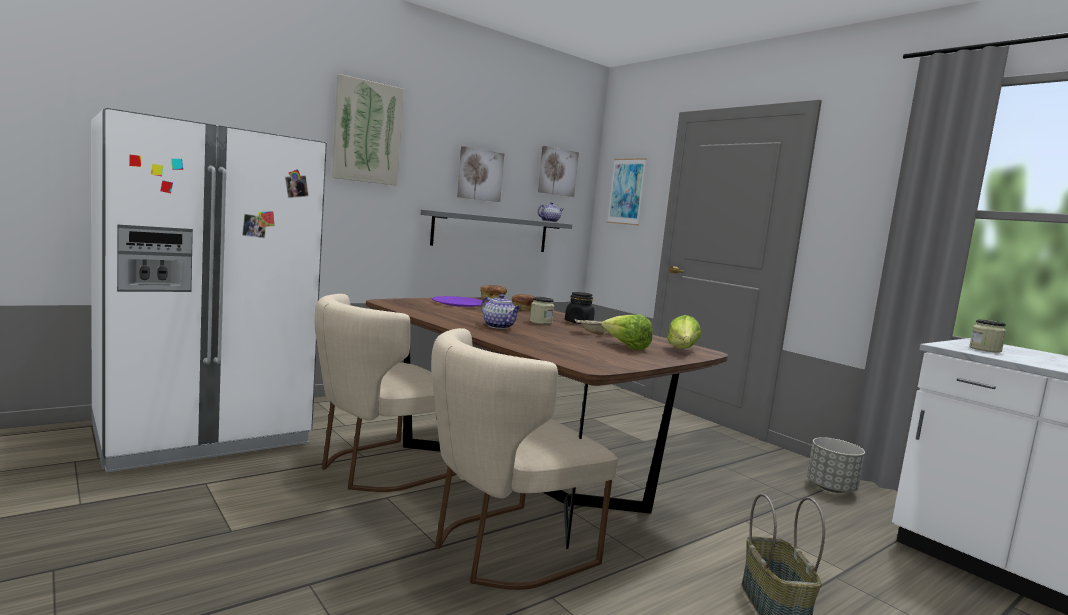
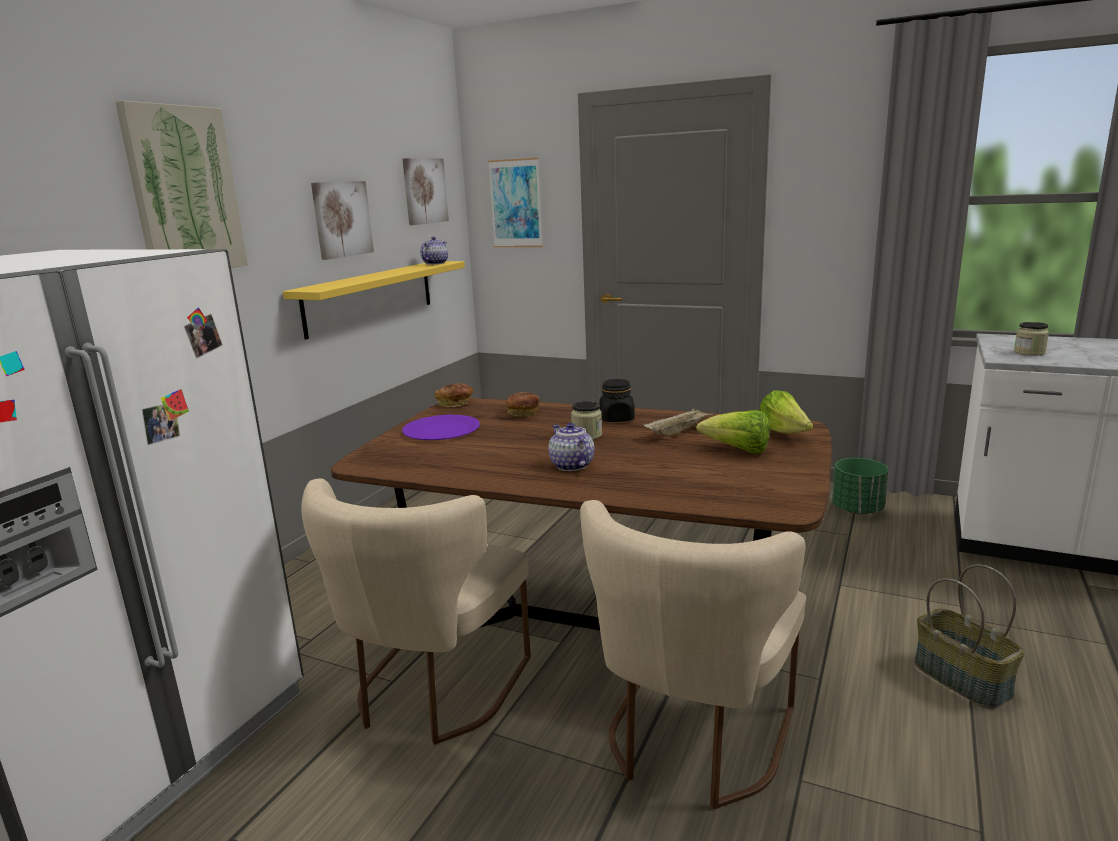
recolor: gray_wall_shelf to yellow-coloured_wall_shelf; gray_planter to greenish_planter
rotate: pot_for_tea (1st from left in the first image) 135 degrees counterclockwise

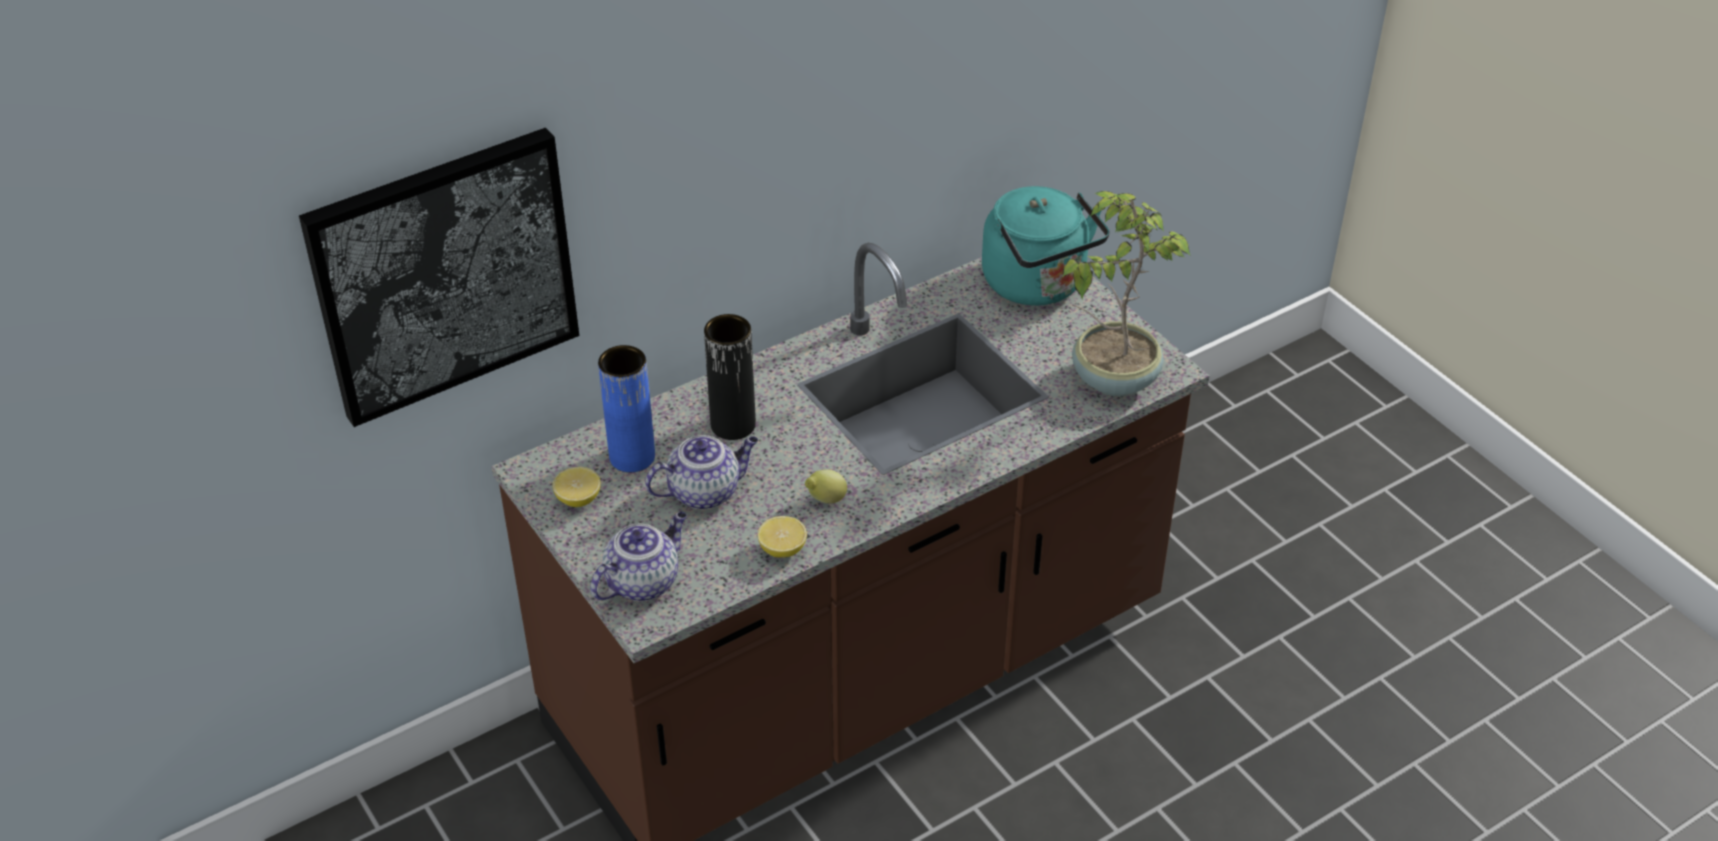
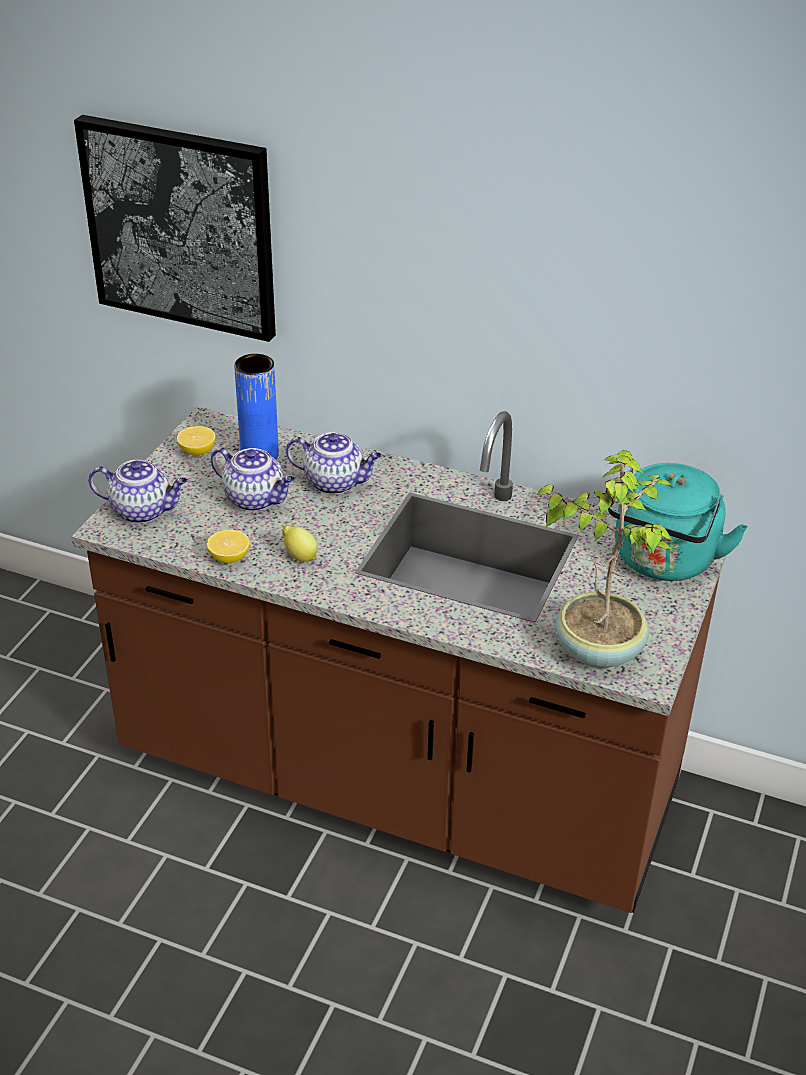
replace: blackish_decorative_vase to pot_for_tea (3rd from left)

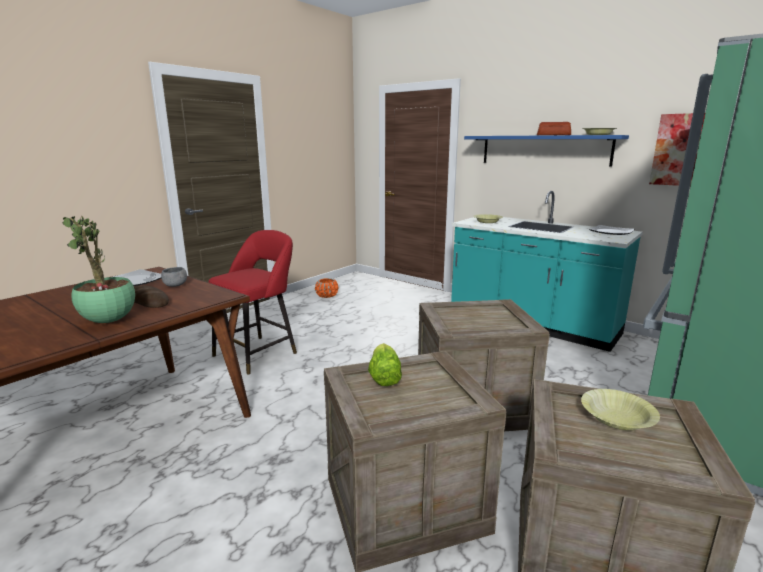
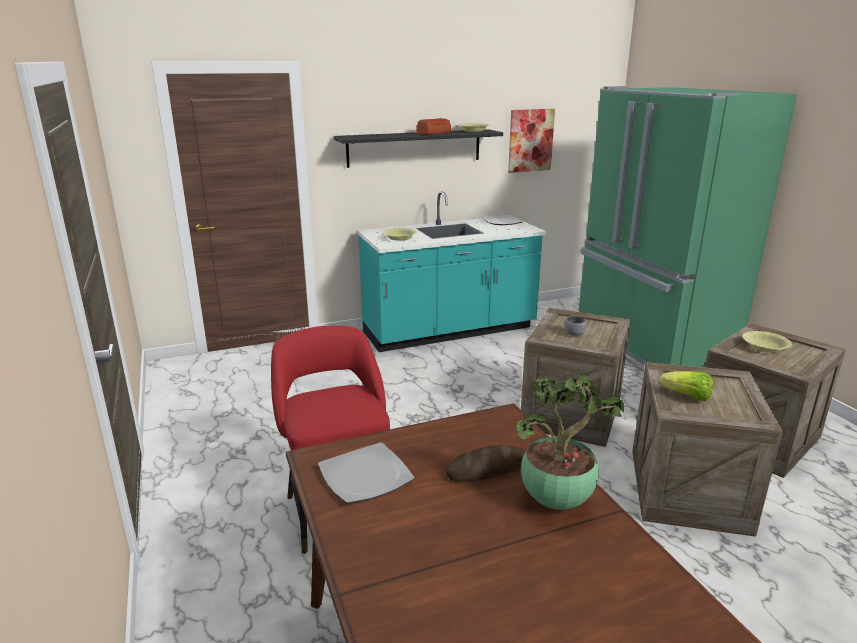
delete: orangey_planter
move: gray_serving_bowl
recolor: bluish_wall_shelf to blackish_wall_shelf

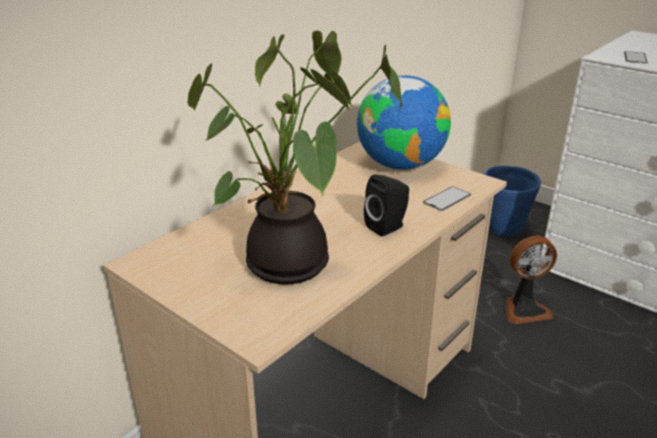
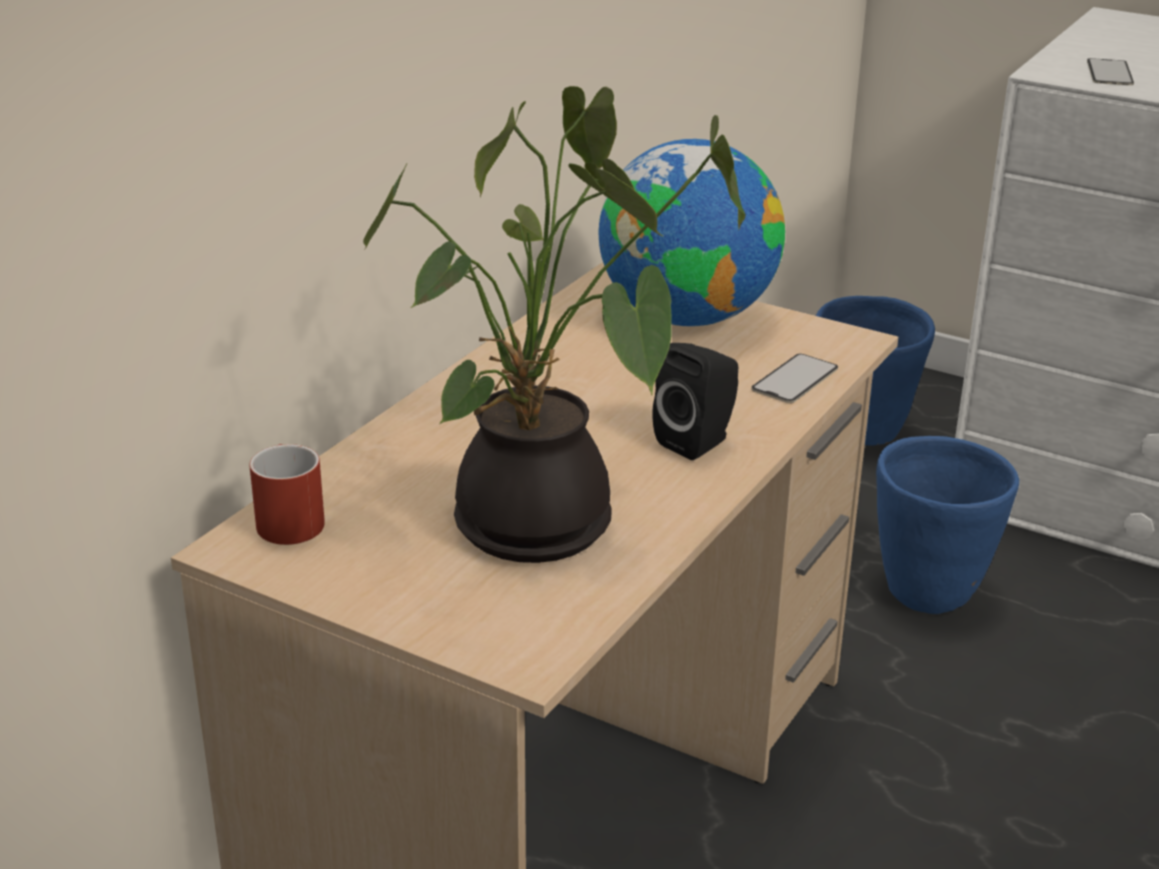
insert: reddish_mug
replace: fan to bluish_planter (2nd from left)

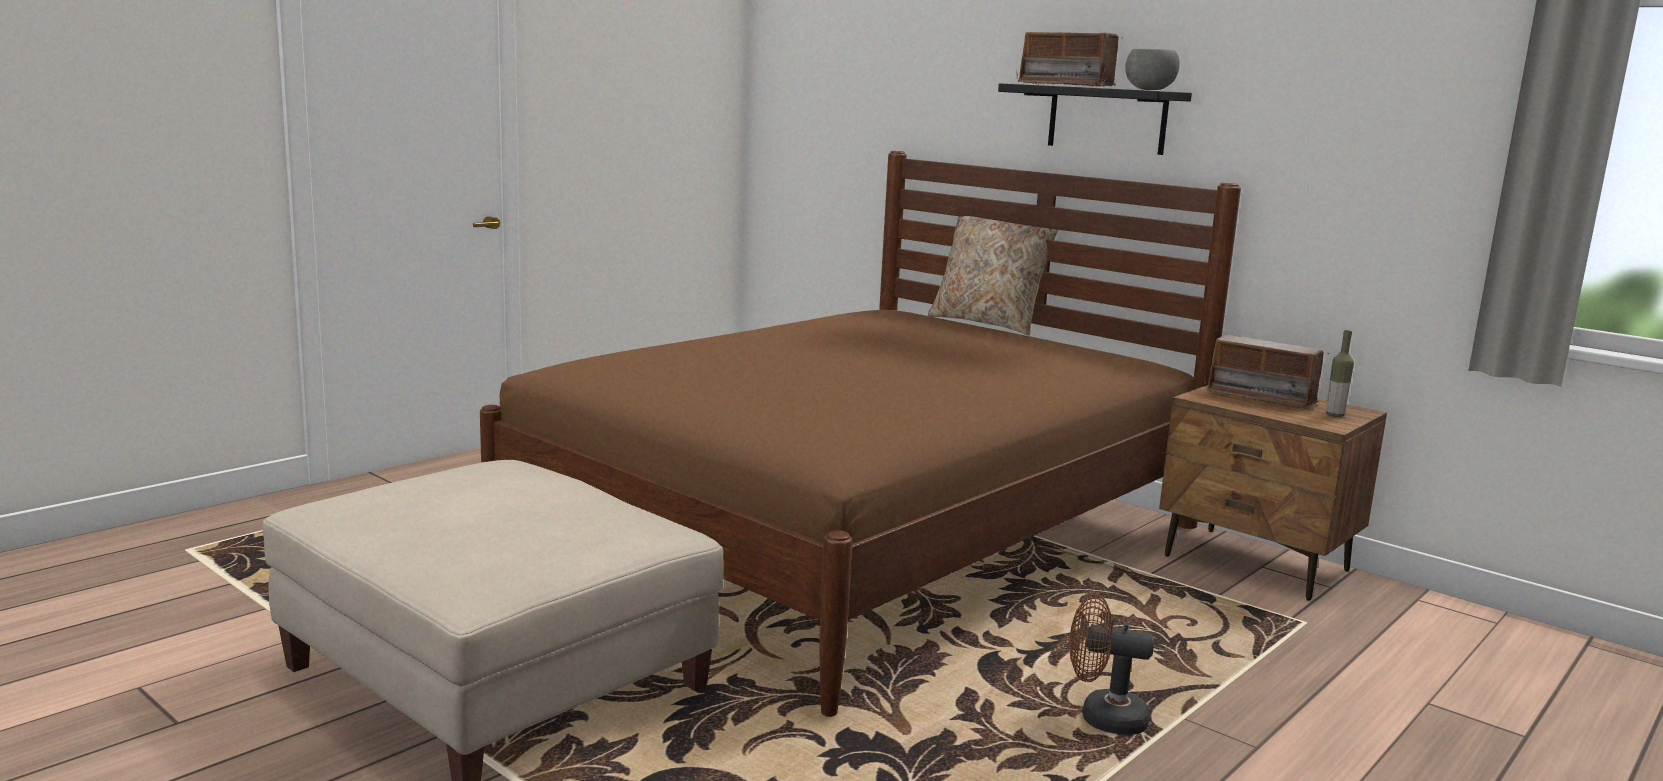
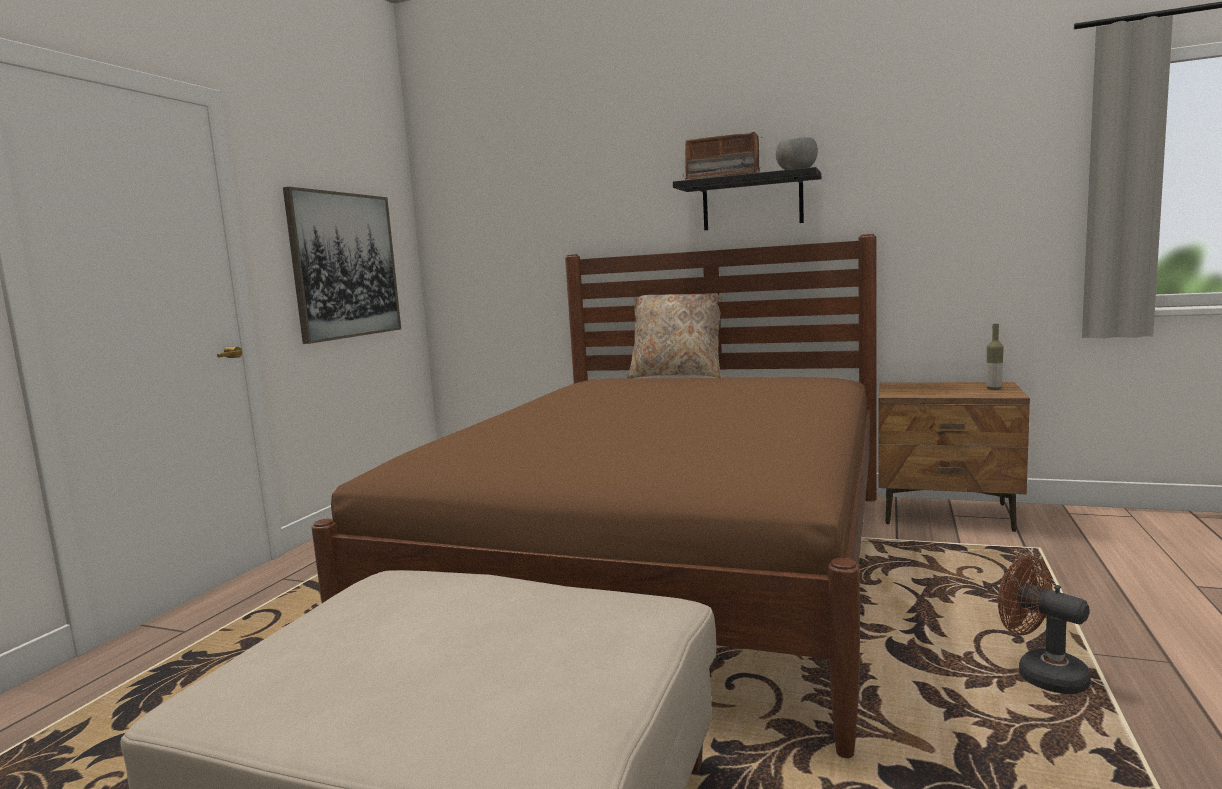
delete: radio (2nd from left)
insert: wall_art
rotate: brownish_fan 60 degrees clockwise

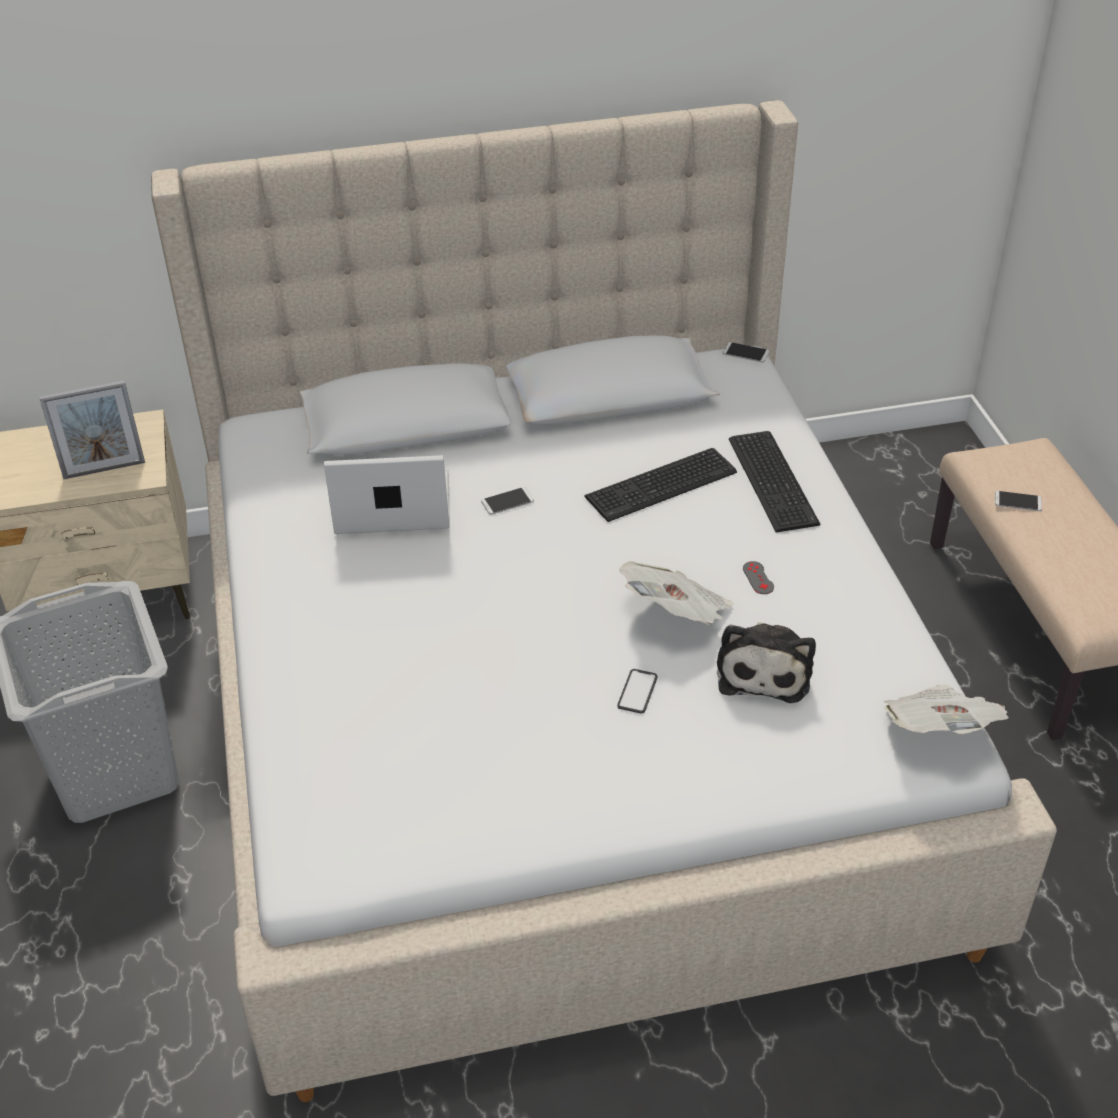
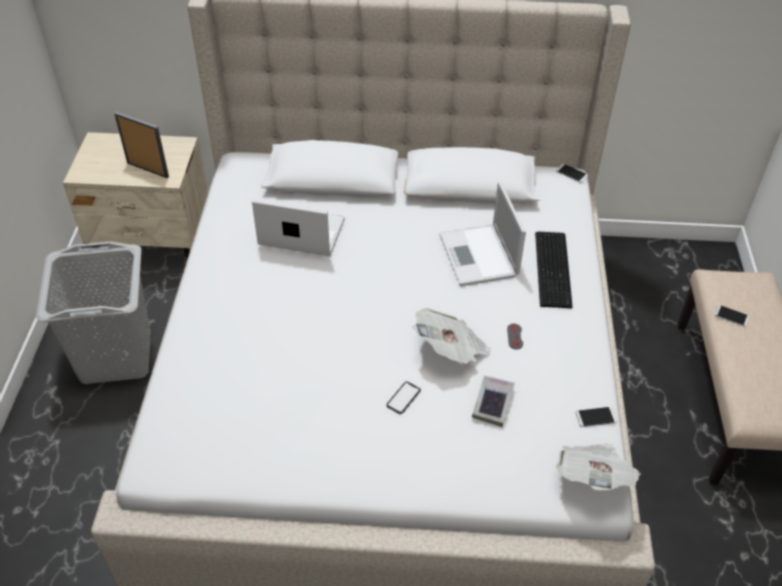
move: telephone (1st from left in the first image) to telephone (3rd from left)
replace: PC_keyboard (1st from left) to notebook_computer (2nd from left); soft_toy to bound_book
rotate: standing_frame 150 degrees counterclockwise

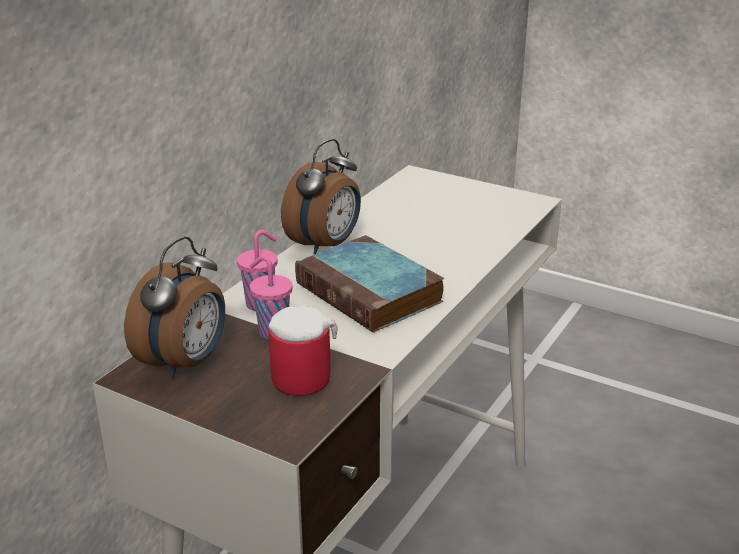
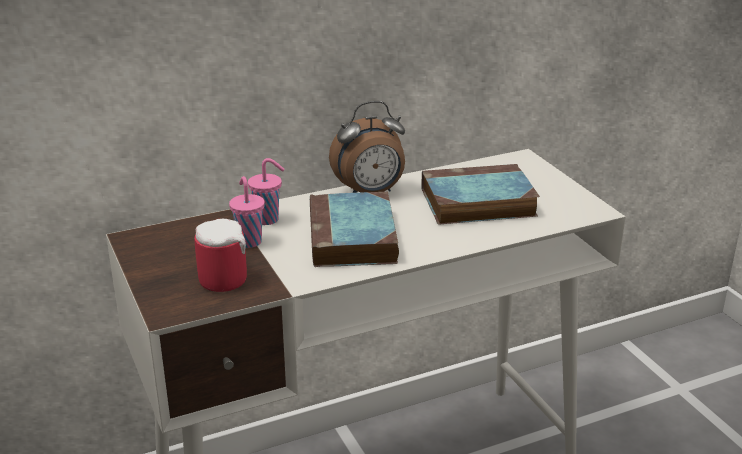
delete: bedside_clock (1st from left)
insert: bound_book (2nd from left)

